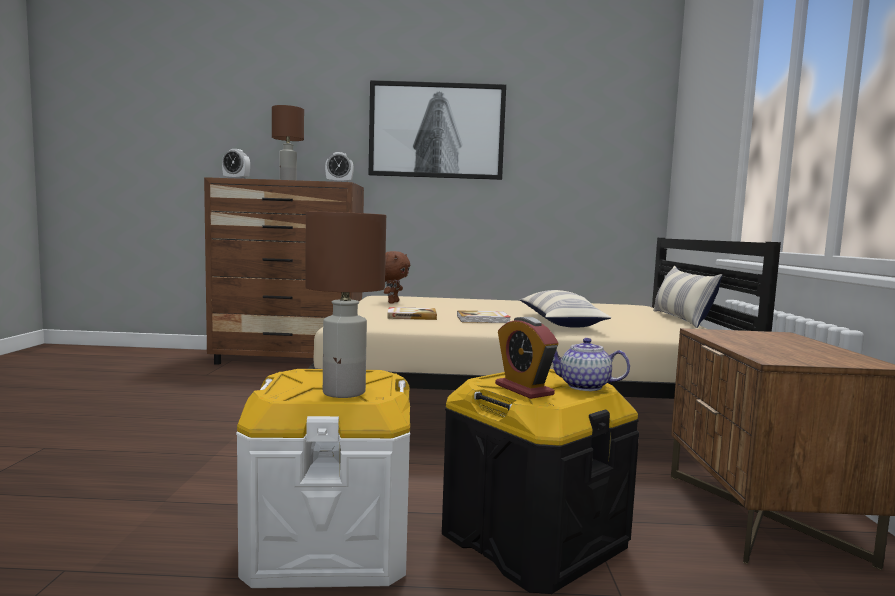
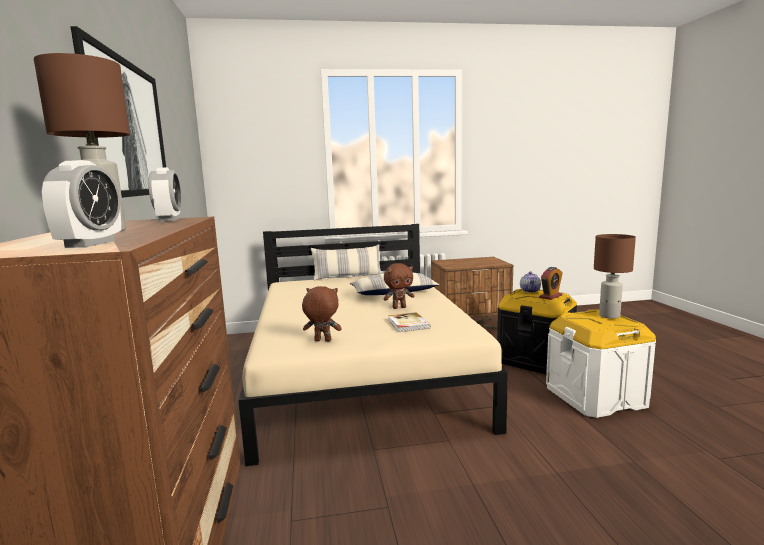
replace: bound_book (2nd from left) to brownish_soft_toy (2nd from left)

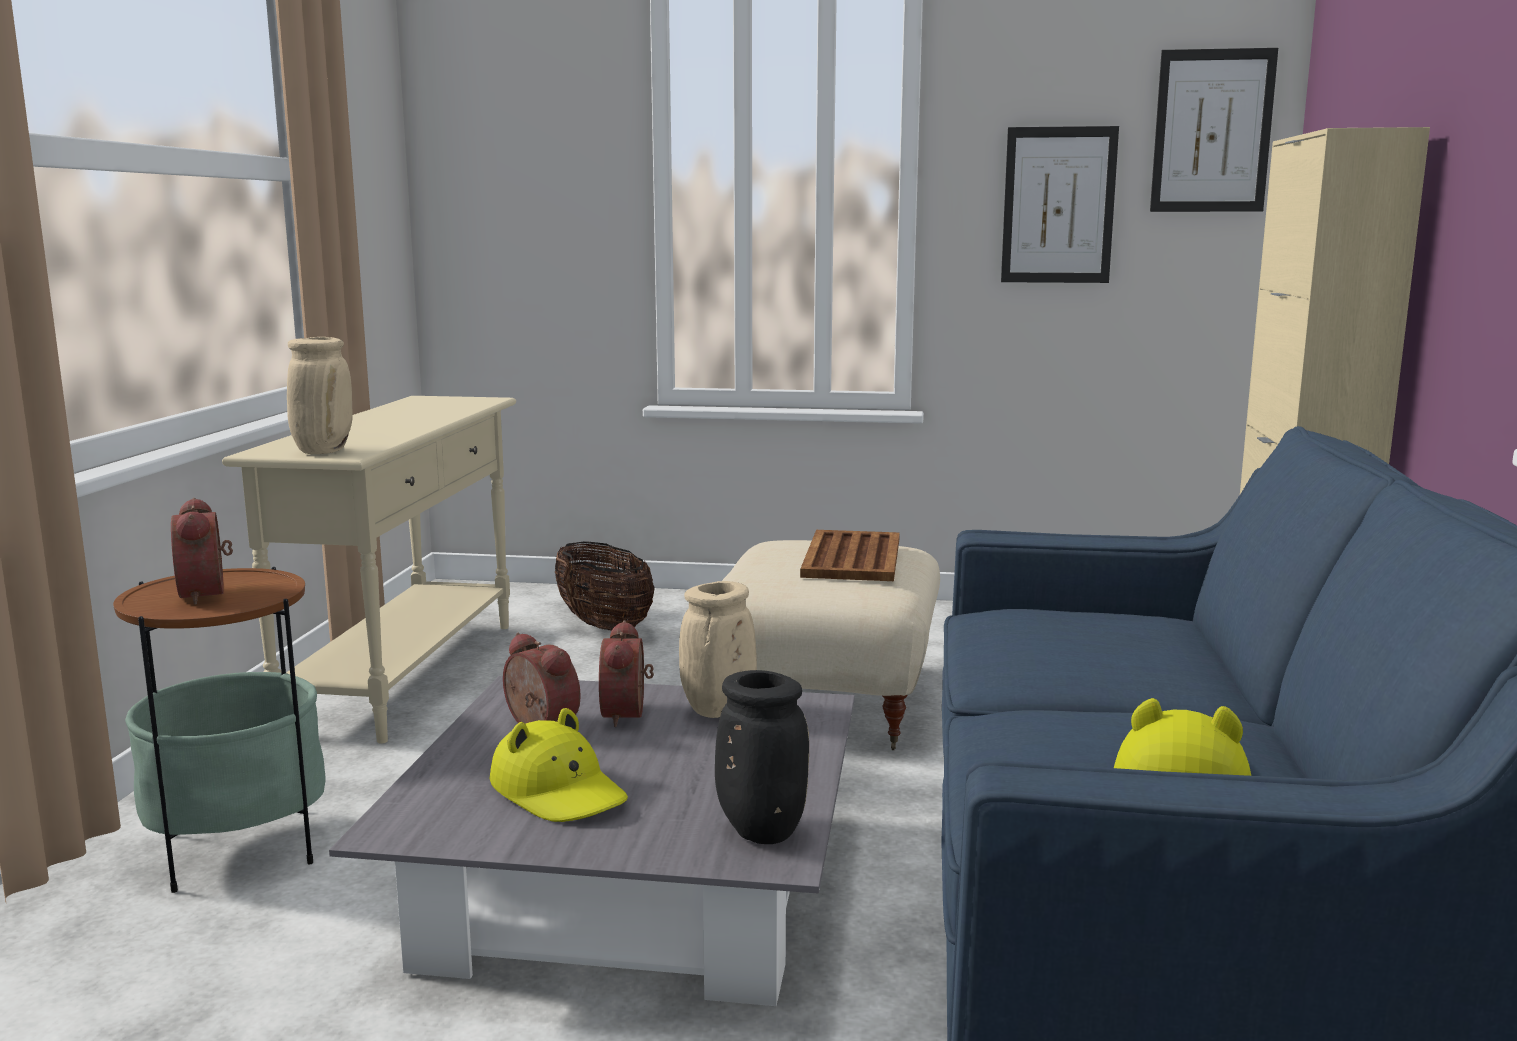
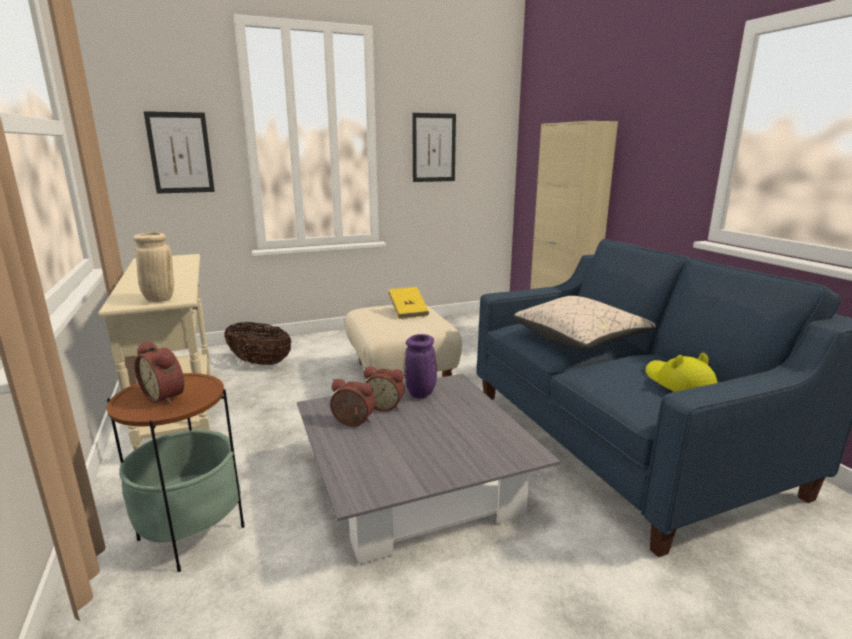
delete: yellow-coloured_wearable_hat (1st from left); blackish_decorative_vase
insert: beige_throw_pillow
move: wall_art (2nd from left in the first image) to wall_art (1st from left)
replace: brownish_carrying_tray to yellow-coloured_bound_book
recolor: beige_decorative_vase (2nd from left) to purple_decorative_vase
rotate: bedside_clock (3rd from left) 45 degrees counterclockwise

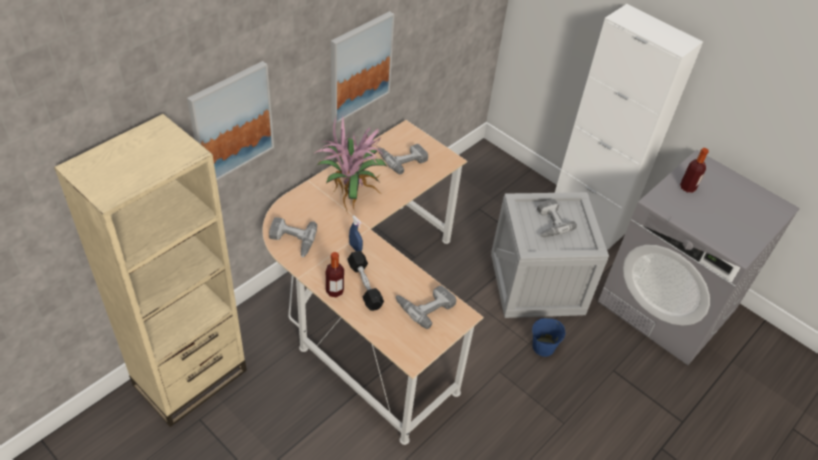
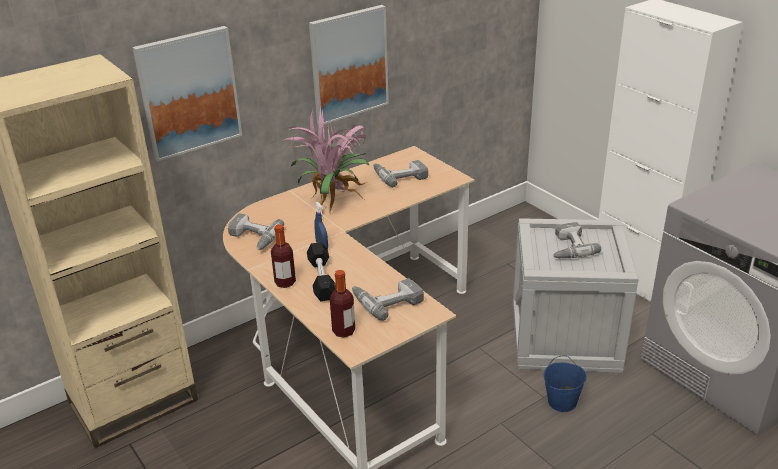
move: beverage_bottle (2nd from left)

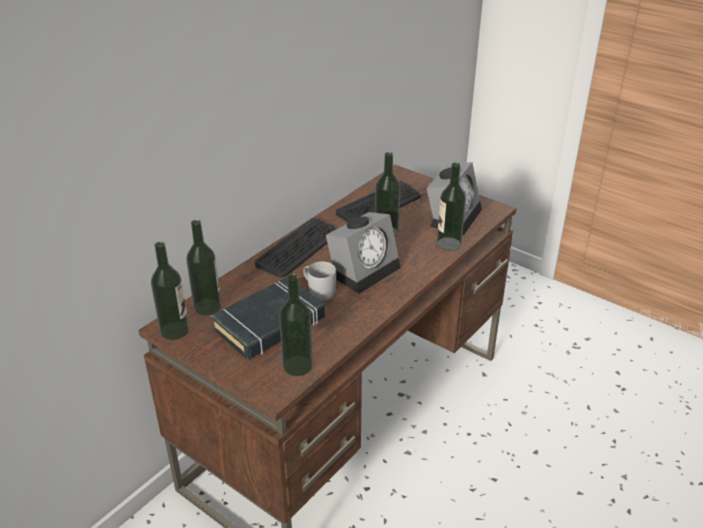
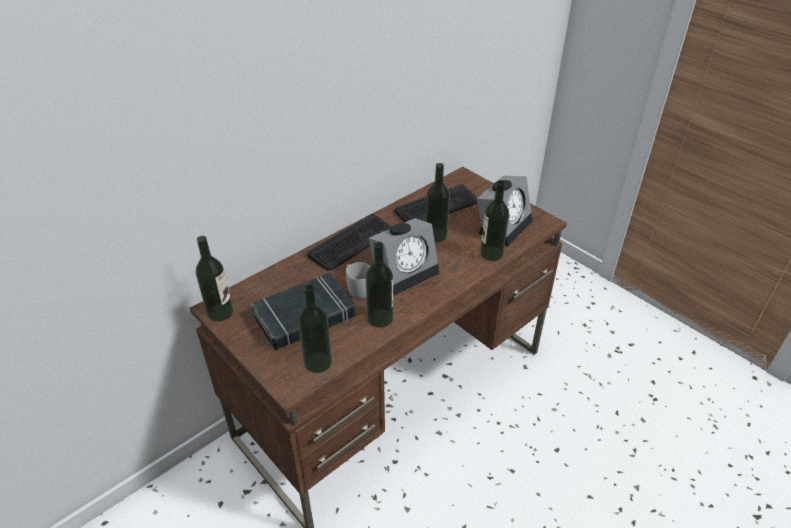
move: beverage_bottle (2nd from left in the first image) to beverage_bottle (3rd from left)

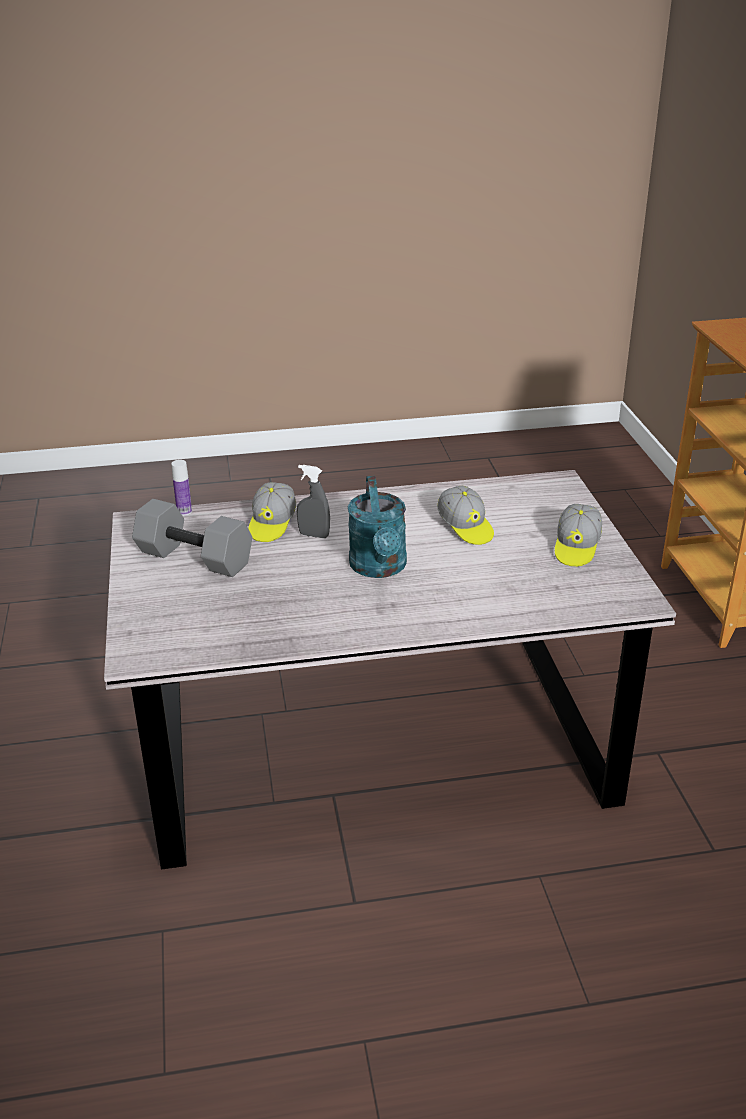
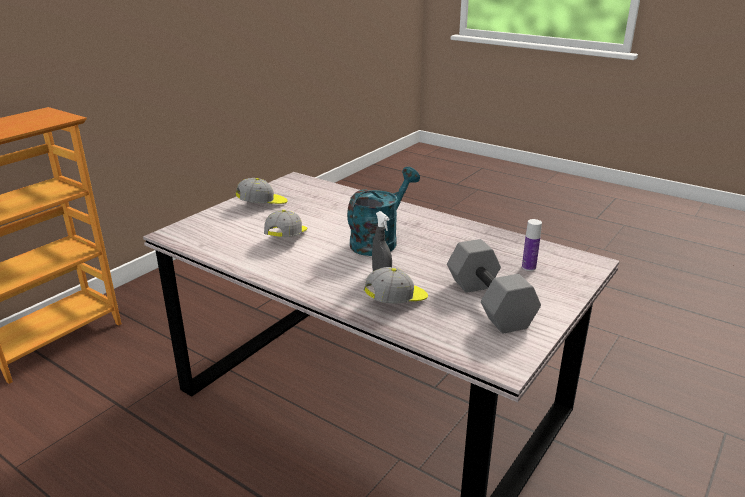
move: beverage_bottle

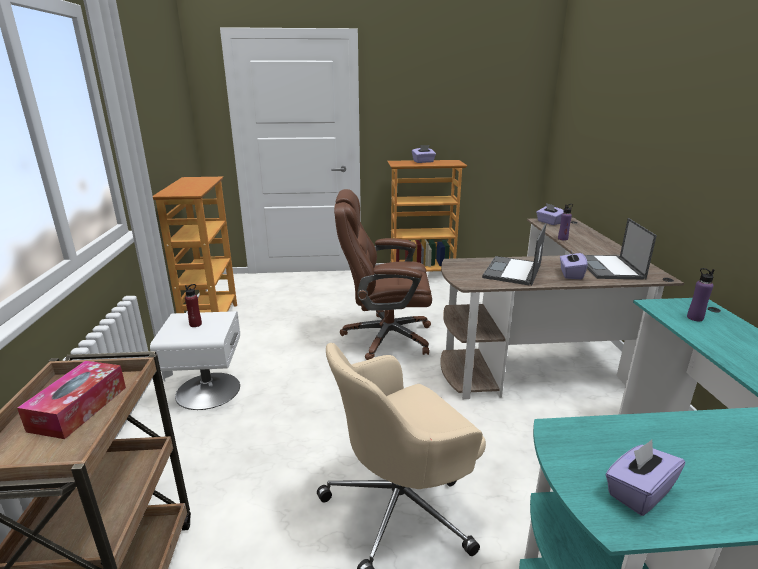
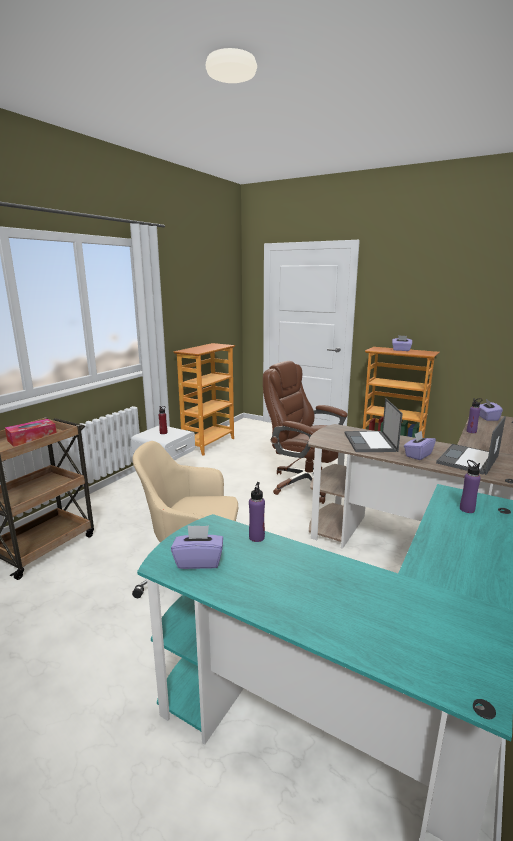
insert: purple_beverage_bottle (1st from left)
rotate: notebook_computer (1st from left) 60 degrees counterclockwise

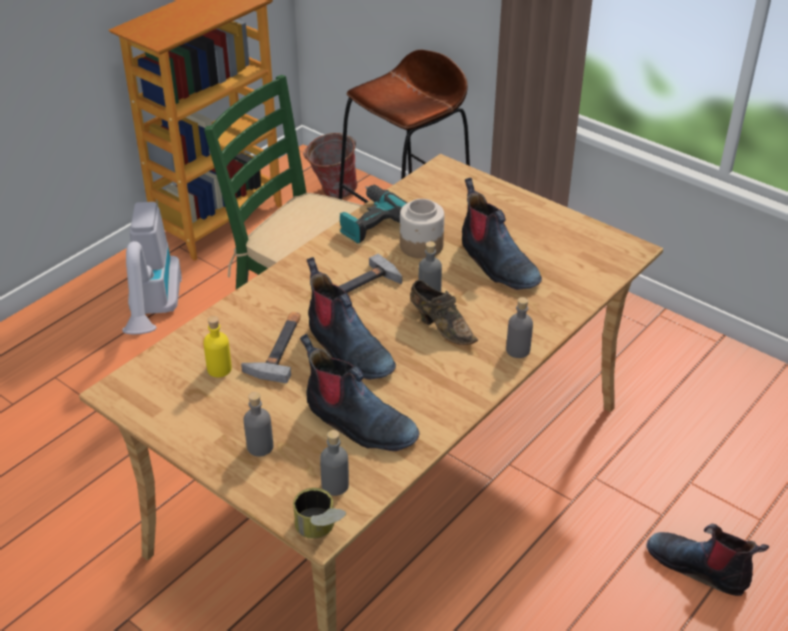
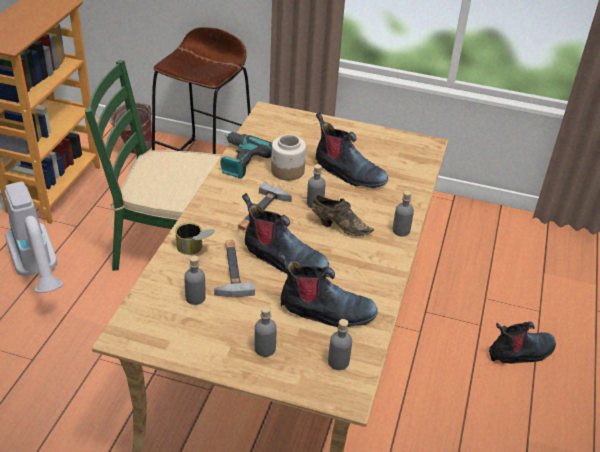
move: metal_can
recolor: yellow-coloured_beverage_bottle to gray_beverage_bottle (1st from left)
rotate: boot (4th from left) 150 degrees clockwise

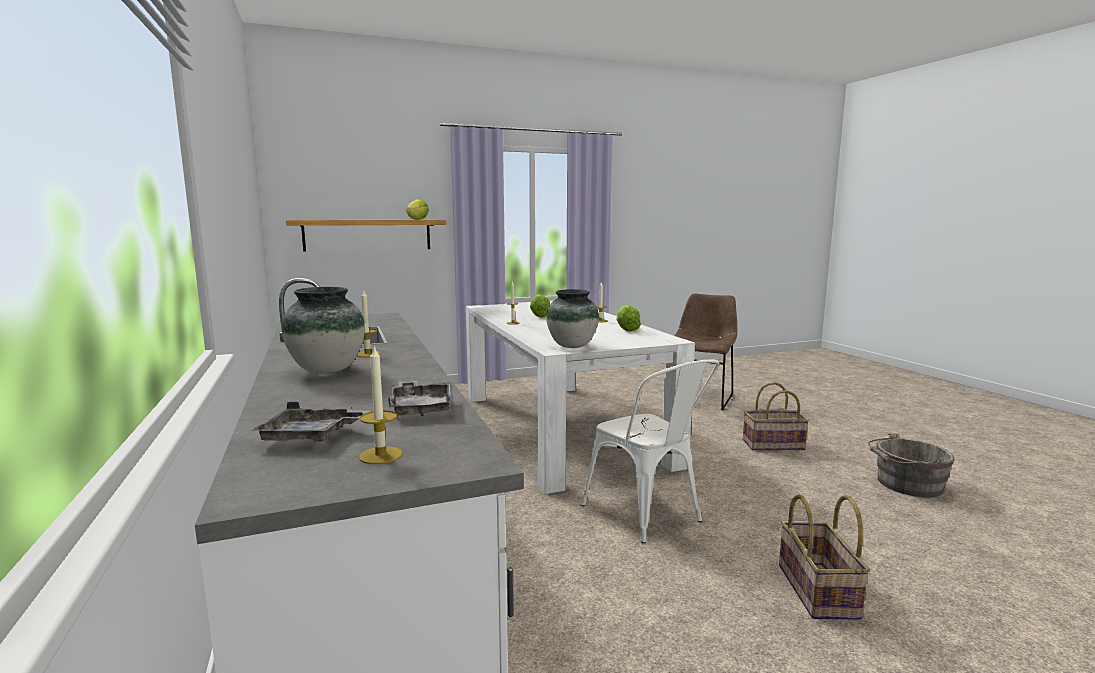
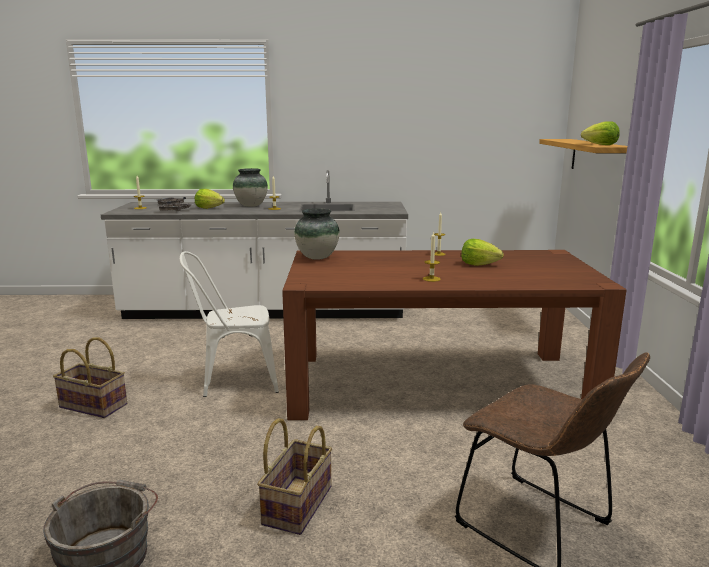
move: lettuce (3rd from left in the first image) to lettuce (1st from left)
recolor: white_dinner_table to brownish_dinner_table

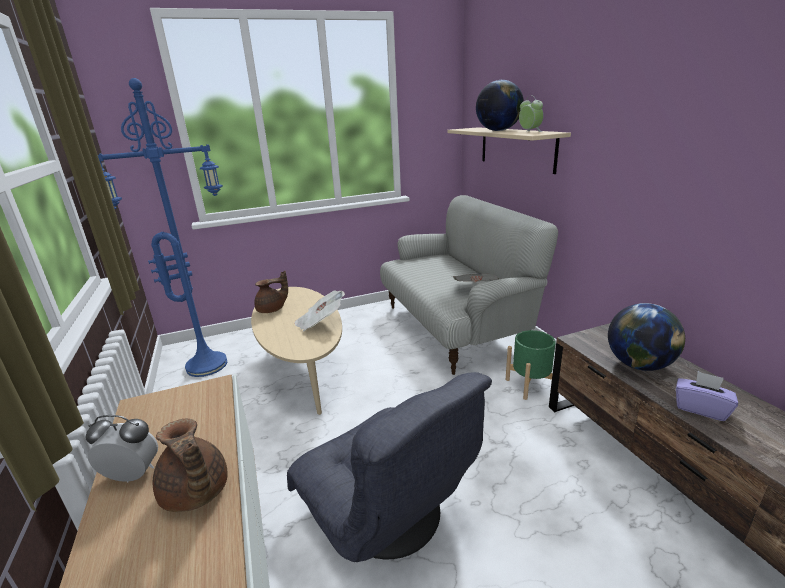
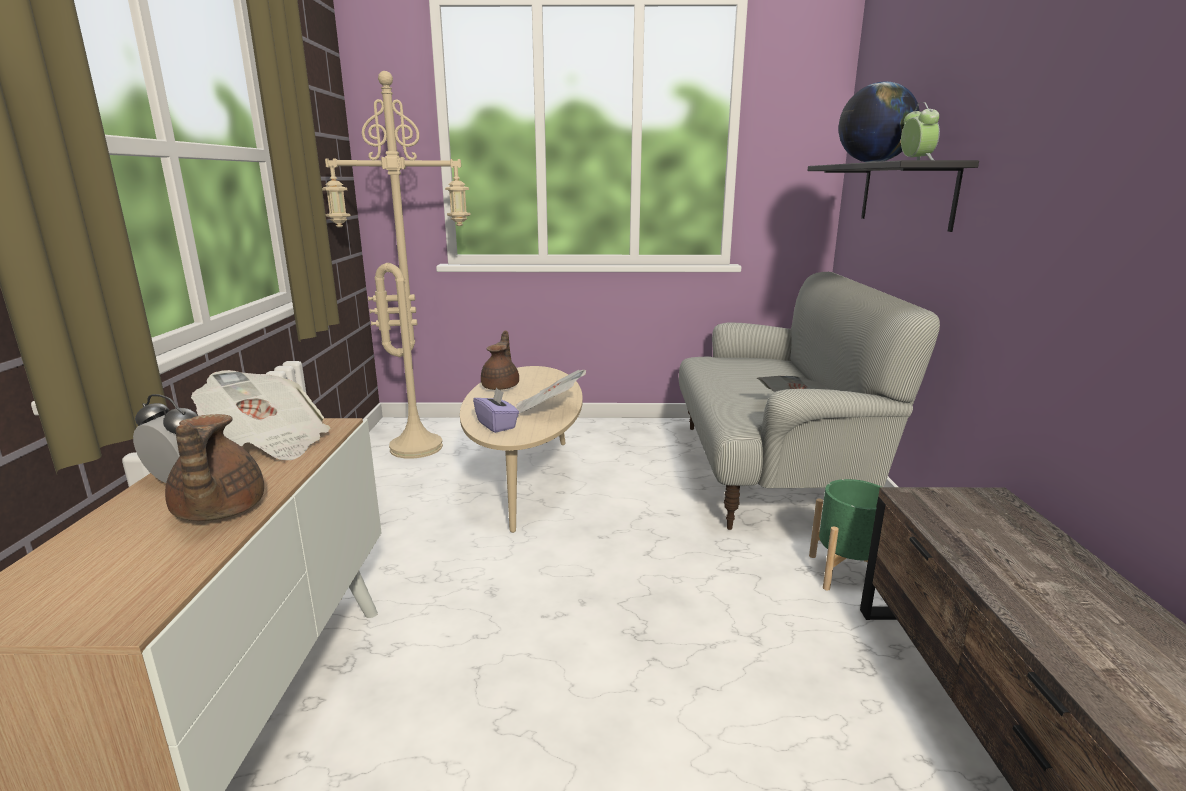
delete: gray_lounge_chair; globe (2nd from left)
insert: printed_paper (1st from left)
move: purple_tissue_box
recolor: bluish_standard_lamp to beige_standard_lamp; beige_wall_shelf to blackish_wall_shelf
rotate: brownish_pot_for_tea (2nd from left) 75 degrees counterclockwise

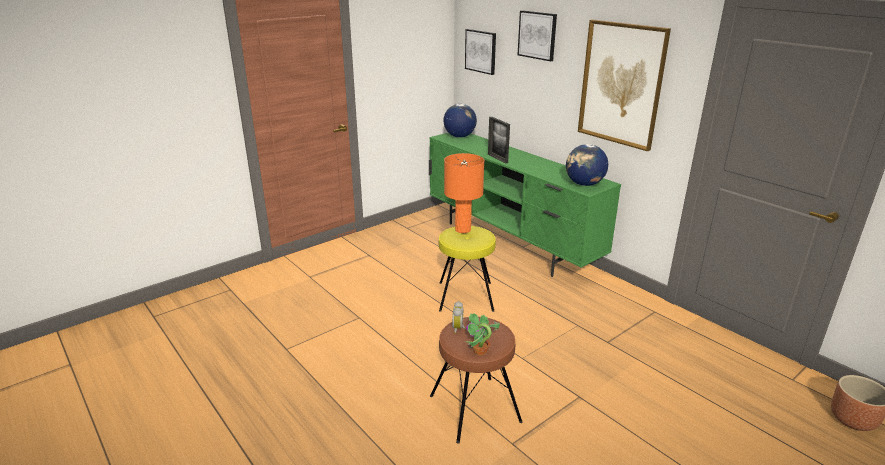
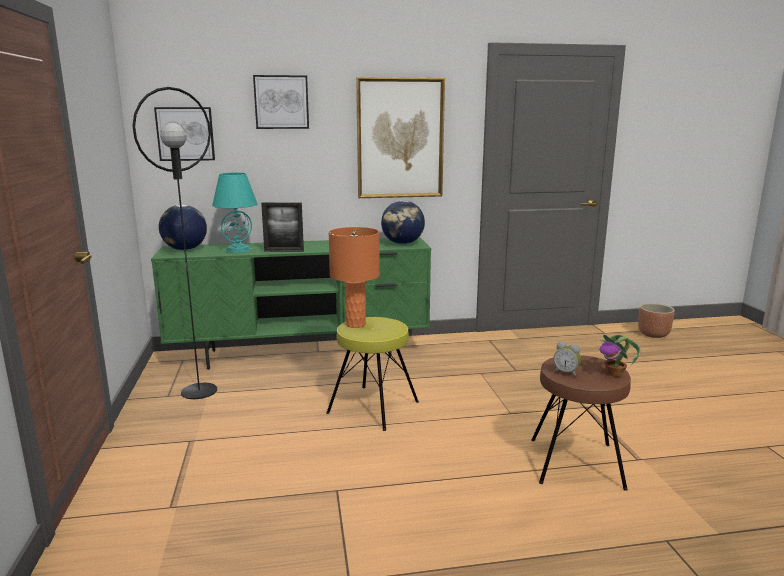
insert: blackish_standard_lamp; blue-green_lamp_for_a_table

